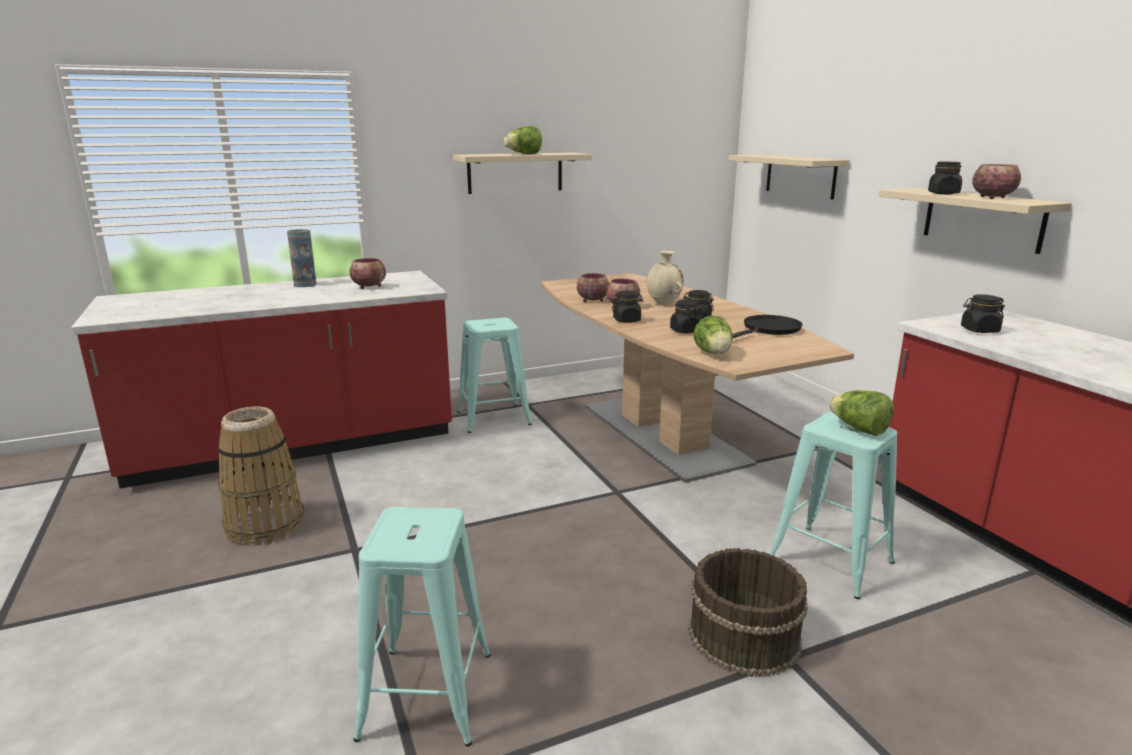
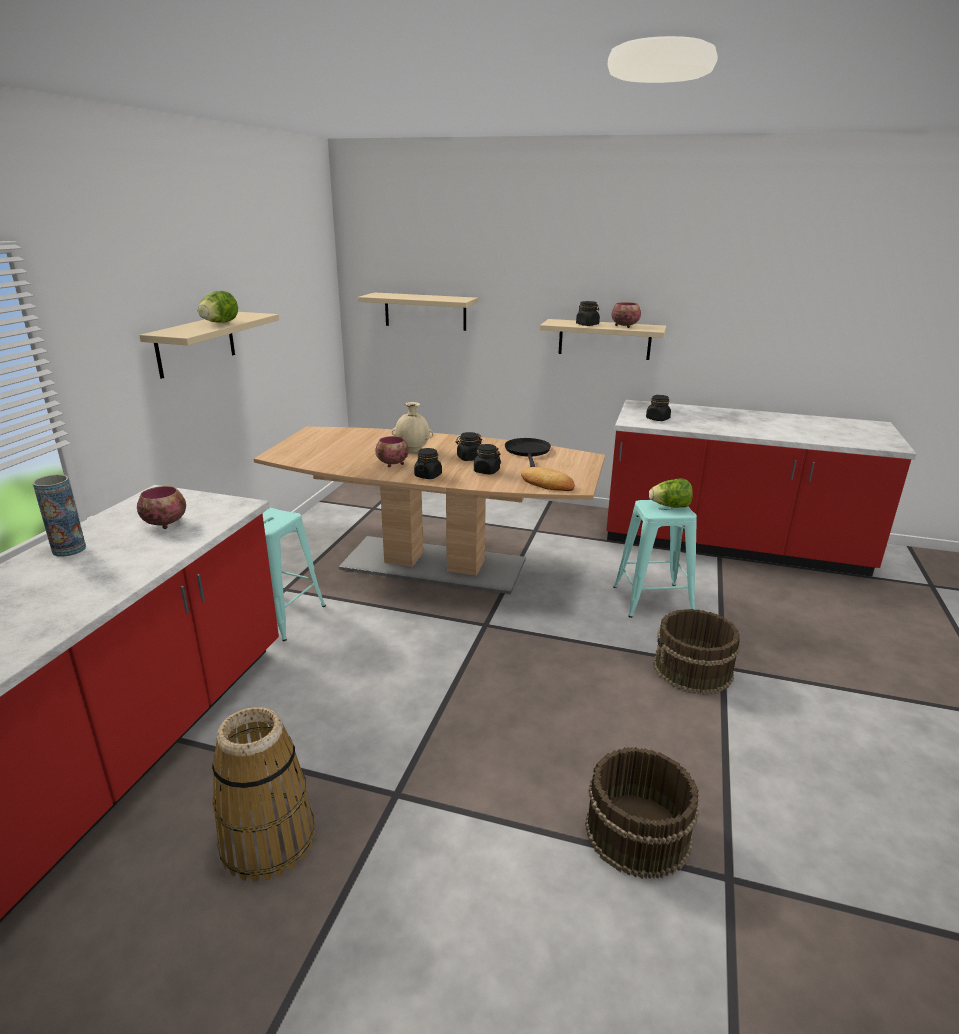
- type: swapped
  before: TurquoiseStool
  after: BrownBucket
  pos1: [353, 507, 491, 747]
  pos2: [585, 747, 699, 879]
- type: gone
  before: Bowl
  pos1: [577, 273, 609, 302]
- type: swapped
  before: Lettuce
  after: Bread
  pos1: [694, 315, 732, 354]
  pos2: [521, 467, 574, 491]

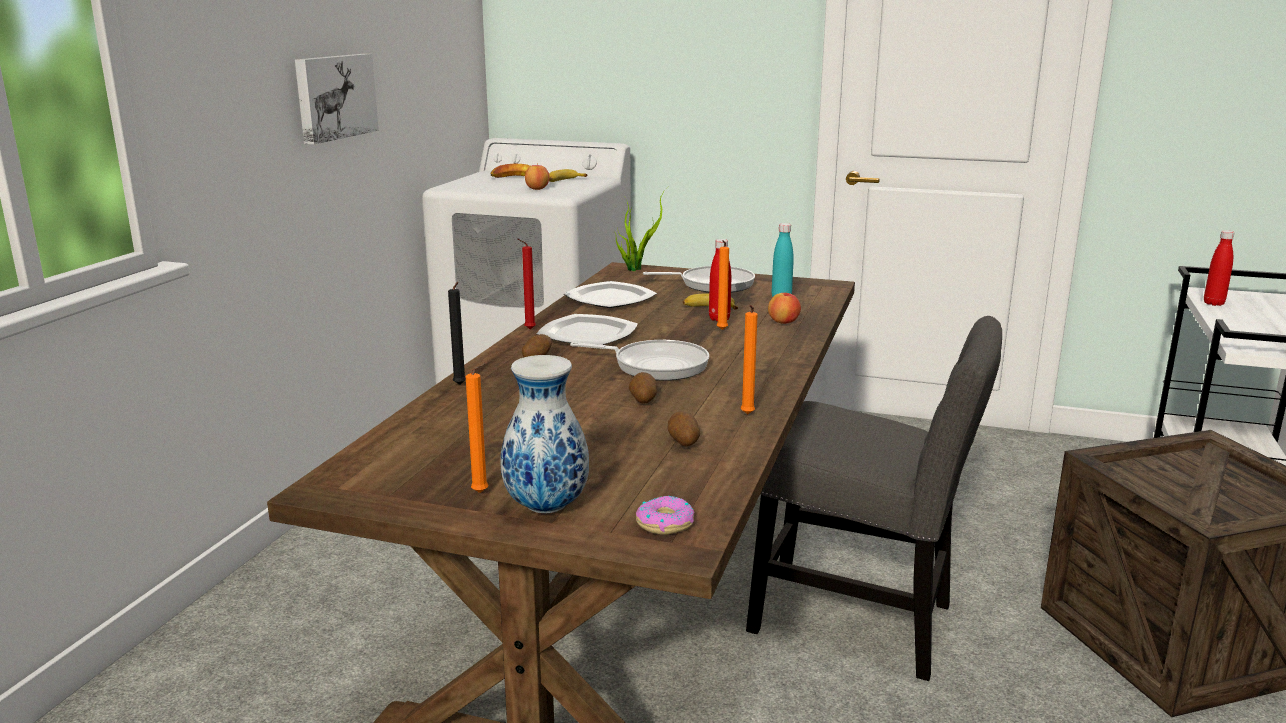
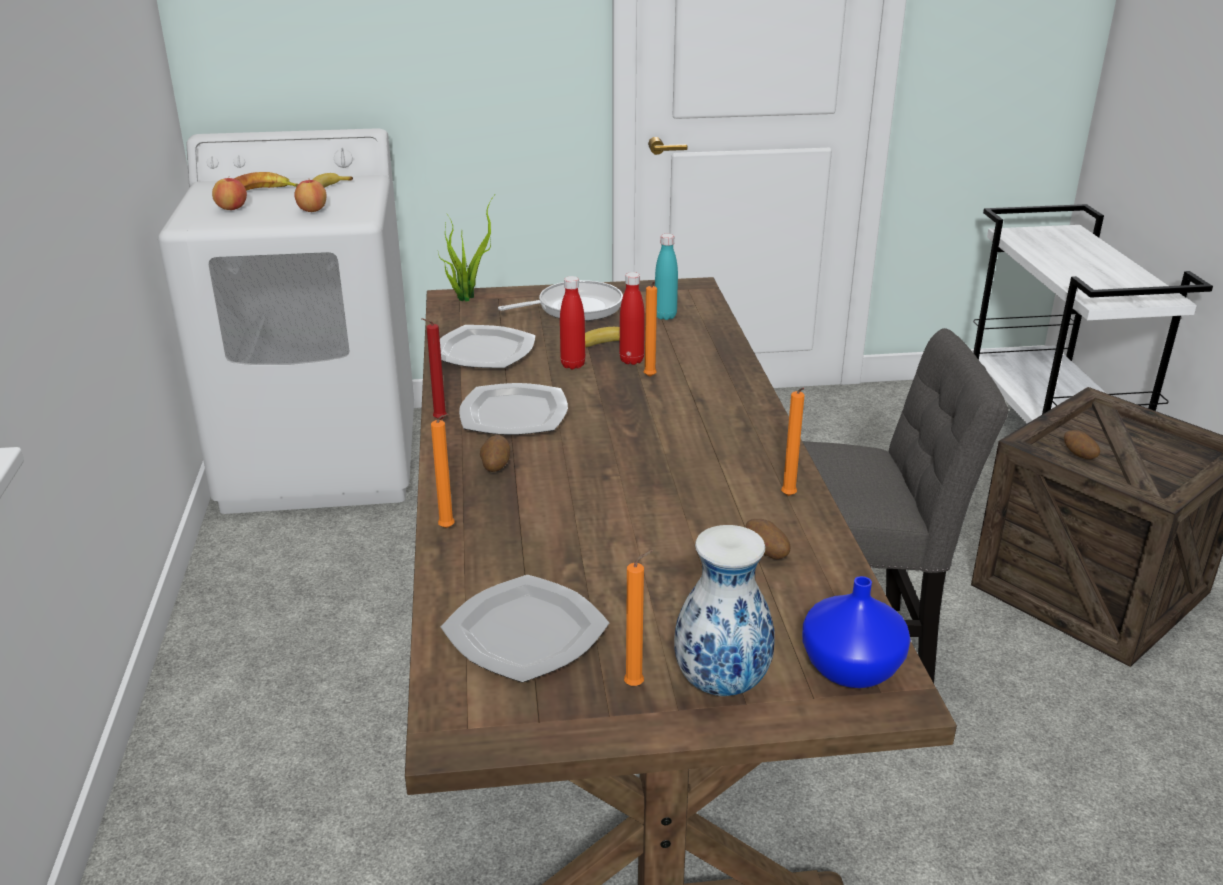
- type: gone
  before: Picture
  pos1: [295, 54, 379, 145]
- type: repainted
  before: BlackCandle
  after: OrangeCandle
  pos1: [448, 282, 466, 385]
  pos2: [431, 414, 455, 528]
- type: gone
  before: FryingPan
  pos1: [570, 340, 709, 381]
- type: shifted
  before: Potato
  pos1: [629, 372, 657, 404]
  pos2: [1064, 430, 1100, 459]
- type: swapped
  before: Donut
  after: BlueVase
  pos1: [636, 496, 694, 535]
  pos2: [802, 576, 911, 688]
- type: shifted
  before: Apple
  pos1: [768, 291, 801, 324]
  pos2: [212, 177, 247, 210]
- type: shifted
  before: RedBottle
  pos1: [1204, 230, 1235, 306]
  pos2: [560, 276, 585, 369]
- type: new
  after: Plate
  pos2: [441, 575, 609, 683]

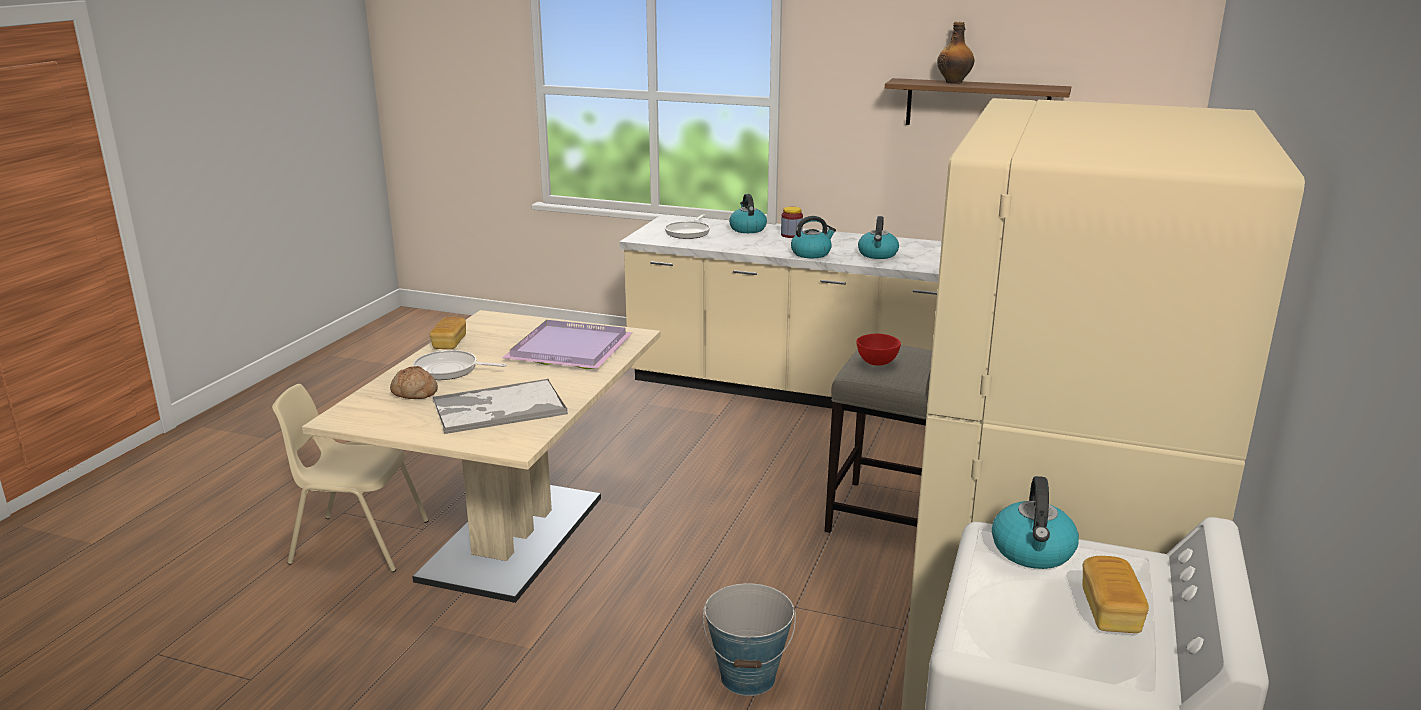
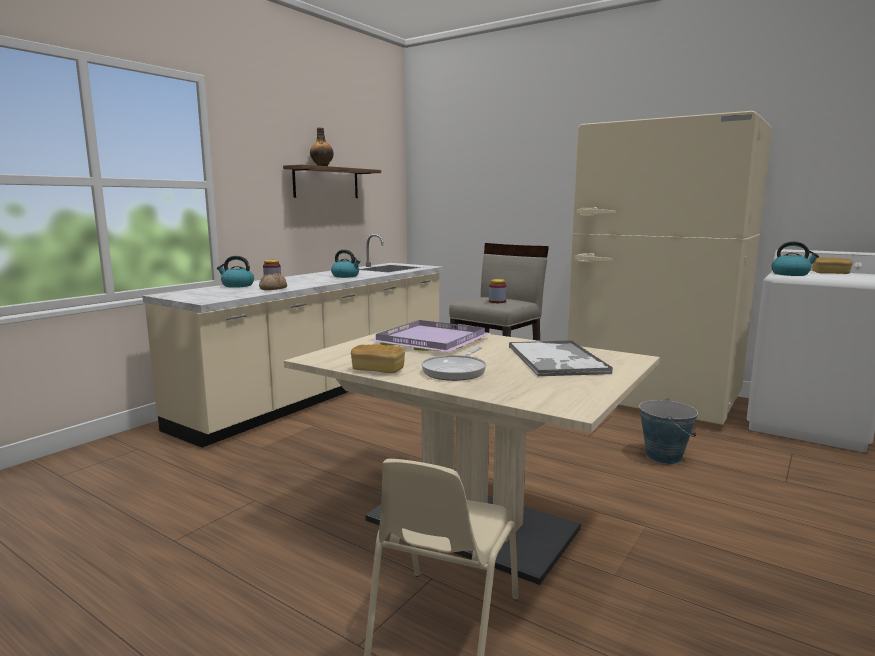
- type: shifted
  before: Bread
  pos1: [390, 366, 438, 399]
  pos2: [259, 273, 287, 290]
- type: gone
  before: FryingPan
  pos1: [665, 214, 710, 239]
- type: gone
  before: Kettle
  pos1: [791, 216, 836, 258]
- type: swapped
  before: RedBowl
  after: Jar
  pos1: [856, 334, 901, 366]
  pos2: [489, 279, 507, 303]

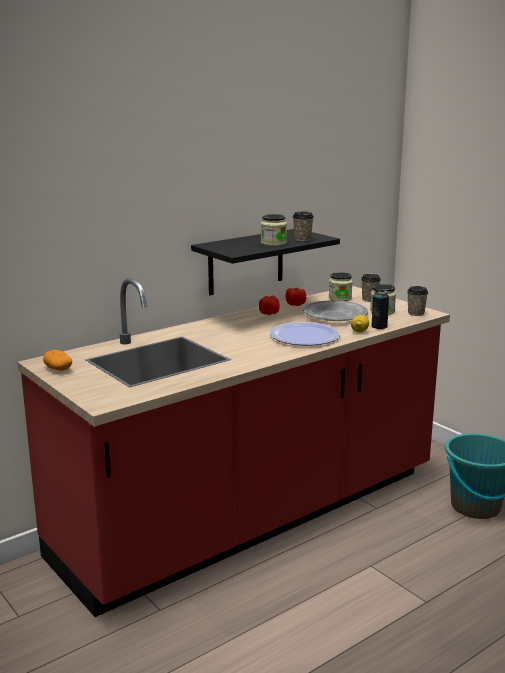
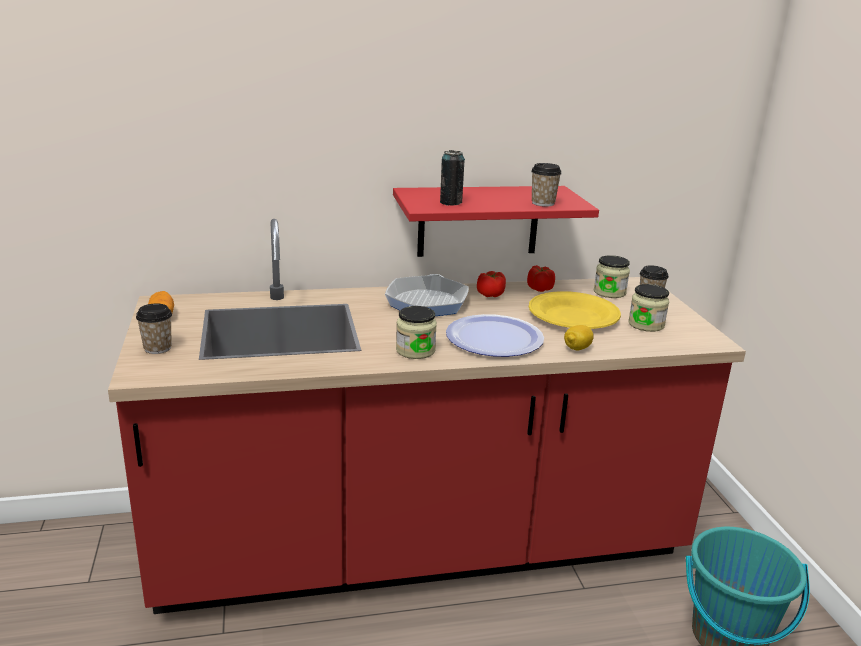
- type: repainted
  before: BlackShelf
  after: RedShelf
  pos1: [191, 229, 340, 295]
  pos2: [393, 186, 599, 257]
- type: shifted
  before: Jar
  pos1: [261, 214, 287, 246]
  pos2: [396, 306, 437, 359]
- type: repainted
  before: GreyPlate
  after: YellowPlate
  pos1: [303, 300, 368, 321]
  pos2: [529, 291, 621, 329]
- type: shifted
  before: Can
  pos1: [372, 290, 389, 329]
  pos2: [440, 150, 465, 206]
- type: shifted
  before: Cup
  pos1: [407, 286, 428, 316]
  pos2: [136, 303, 172, 354]
- type: new
  after: FryingPan
  pos2: [385, 274, 469, 316]

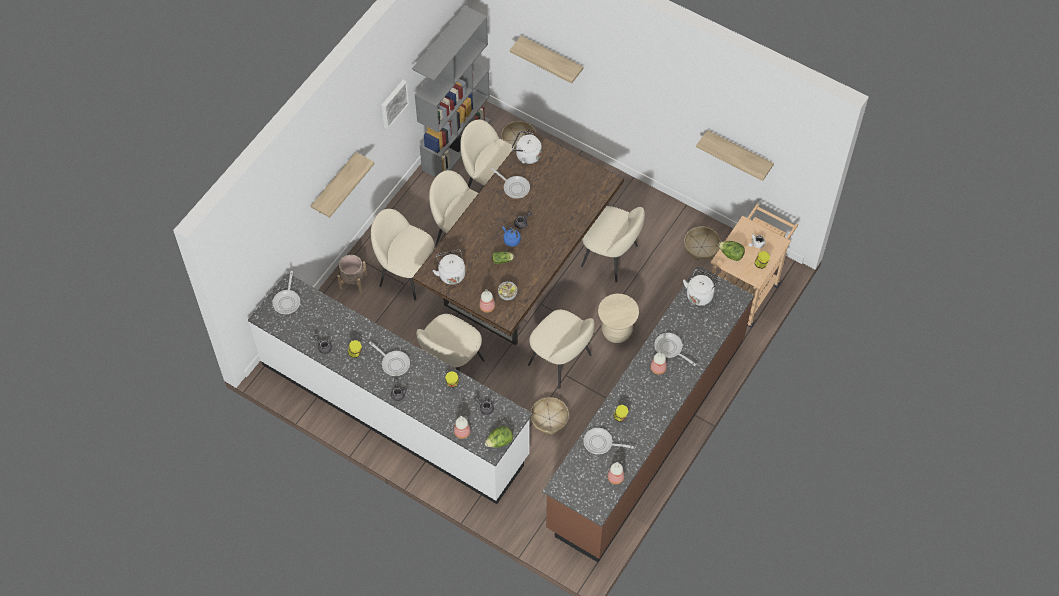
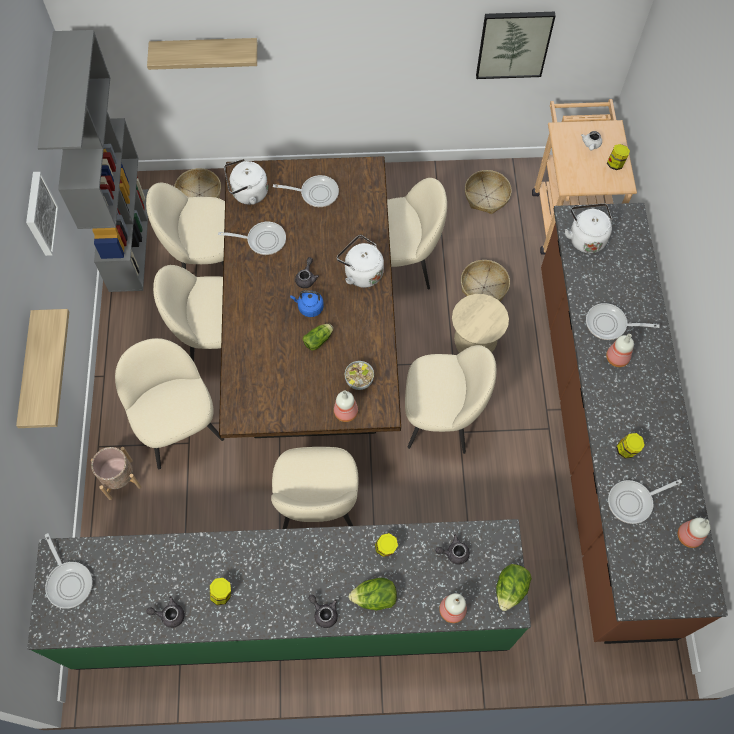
- type: repainted
  before: WhiteCounter
  after: GreenCounter
  pos1: [248, 273, 532, 504]
  pos2: [27, 519, 531, 670]
- type: shifted
  before: FryingPan
  pos1: [369, 341, 410, 376]
  pos2: [273, 175, 339, 207]
- type: rotated
  before: BeigeChair
  pos1: [371, 209, 434, 300]
  pos2: [115, 338, 224, 469]
  turn: 75
- type: shifted
  before: WhiteKettle
  pos1: [433, 250, 465, 285]
  pos2: [337, 235, 384, 288]
- type: shifted
  before: Basket
  pos1: [531, 397, 569, 435]
  pos2: [461, 260, 510, 302]
- type: swapped
  before: Shelf
  after: Picture
  pos1: [696, 130, 774, 181]
  pos2: [476, 12, 556, 79]
- type: shifted
  before: Lettuce
  pos1: [718, 241, 745, 261]
  pos2: [349, 578, 397, 611]

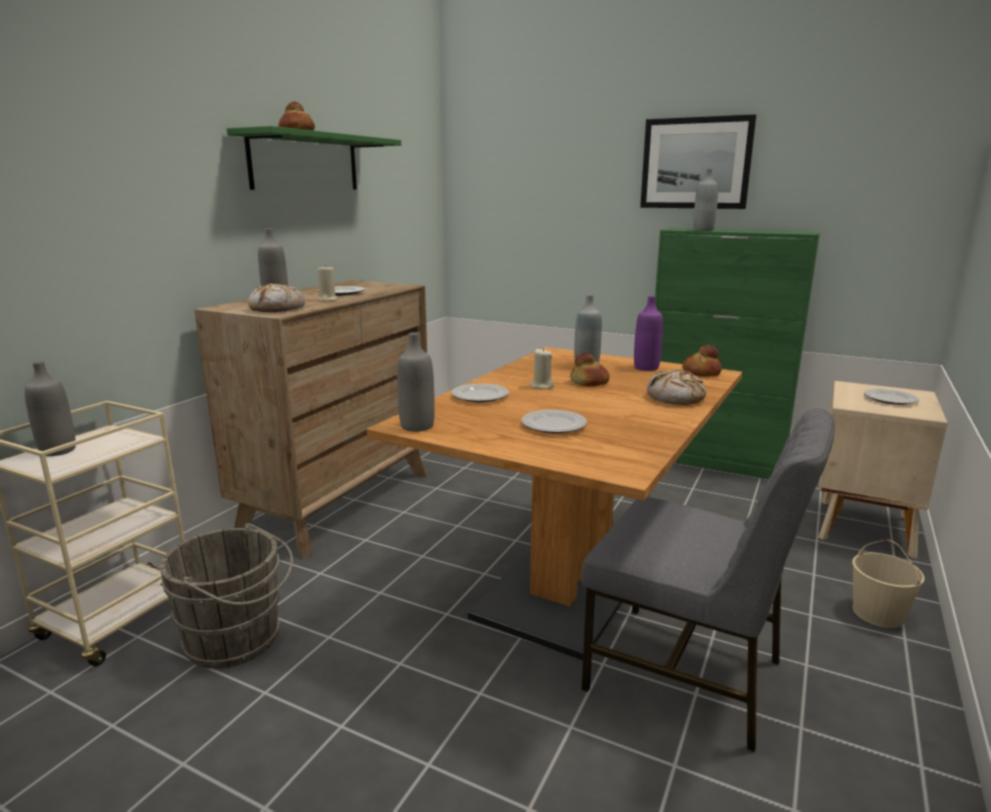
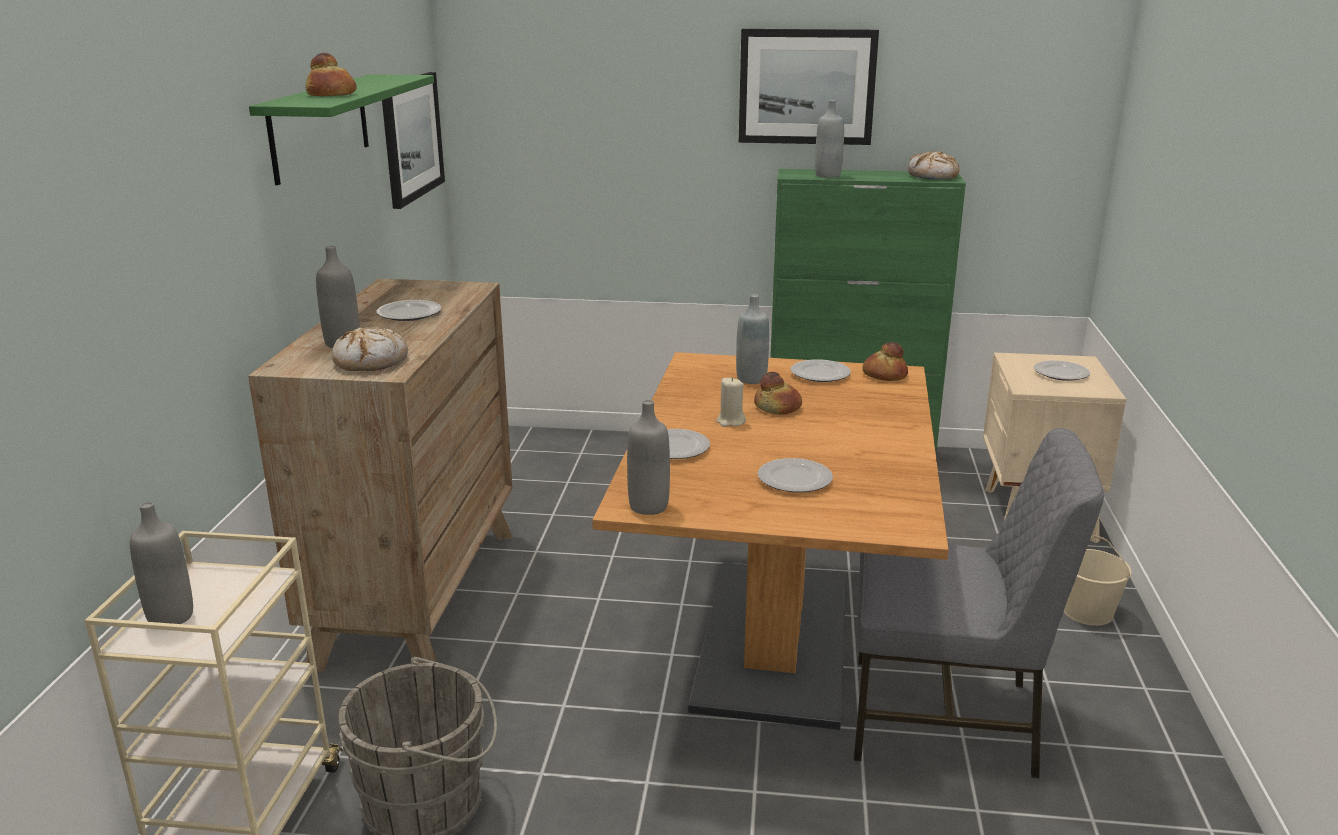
- type: gone
  before: BeigeCandle
  pos1: [317, 265, 338, 301]
- type: swapped
  before: PurpleBottle
  after: Plate
  pos1: [634, 296, 663, 371]
  pos2: [791, 359, 851, 382]
- type: shifted
  before: Bread
  pos1: [647, 369, 706, 405]
  pos2: [908, 151, 959, 180]
- type: new
  after: Picture
  pos2: [382, 72, 445, 209]

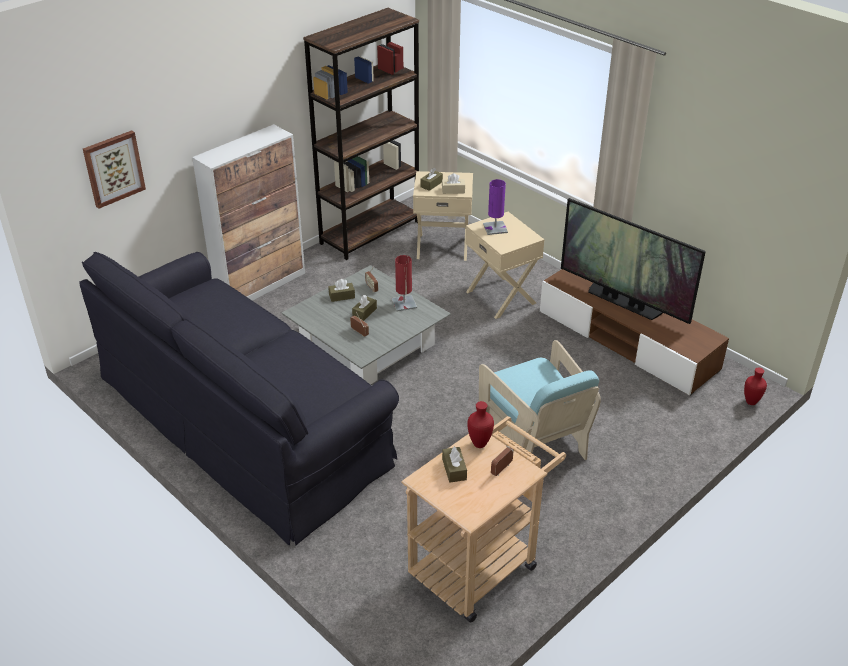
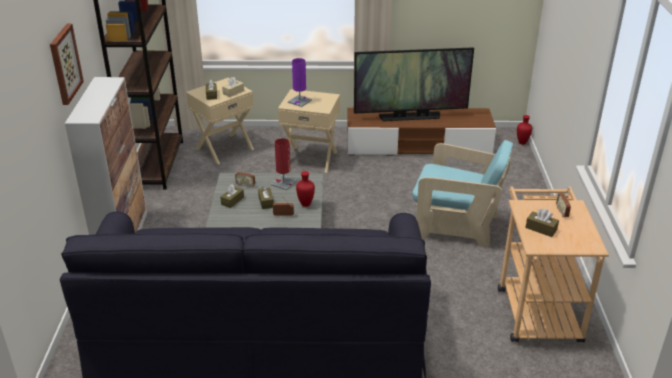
- type: shifted
  before: Picture
  pos1: [83, 130, 146, 209]
  pos2: [50, 24, 84, 105]
- type: shifted
  before: RedVase
  pos1: [467, 401, 494, 448]
  pos2: [296, 171, 315, 207]

